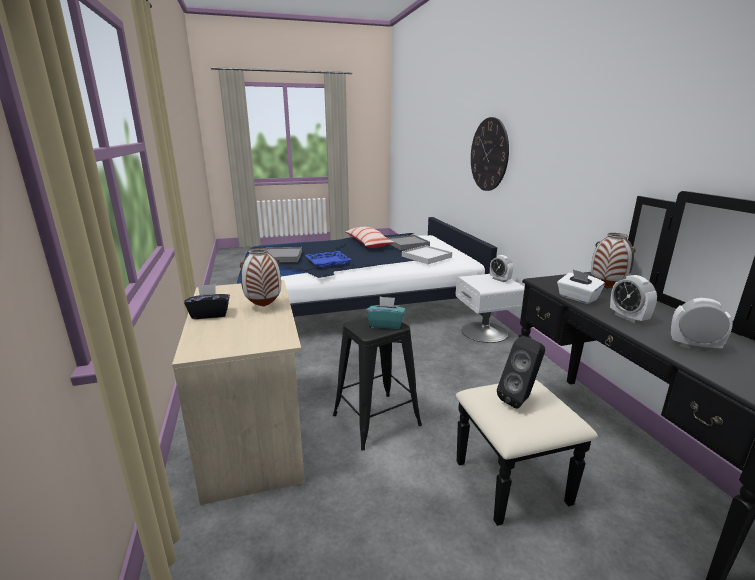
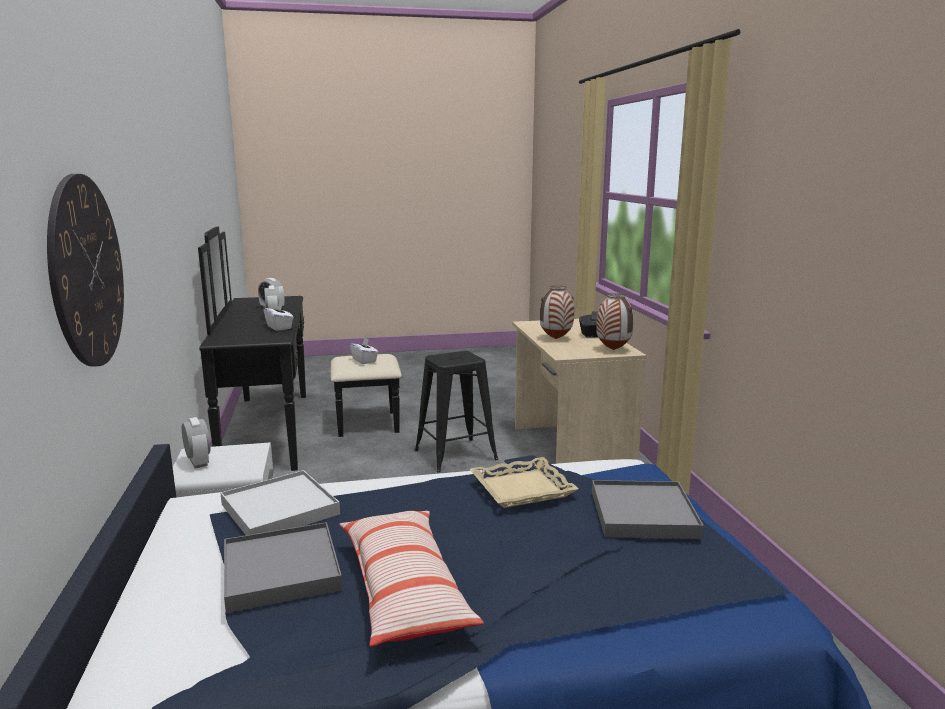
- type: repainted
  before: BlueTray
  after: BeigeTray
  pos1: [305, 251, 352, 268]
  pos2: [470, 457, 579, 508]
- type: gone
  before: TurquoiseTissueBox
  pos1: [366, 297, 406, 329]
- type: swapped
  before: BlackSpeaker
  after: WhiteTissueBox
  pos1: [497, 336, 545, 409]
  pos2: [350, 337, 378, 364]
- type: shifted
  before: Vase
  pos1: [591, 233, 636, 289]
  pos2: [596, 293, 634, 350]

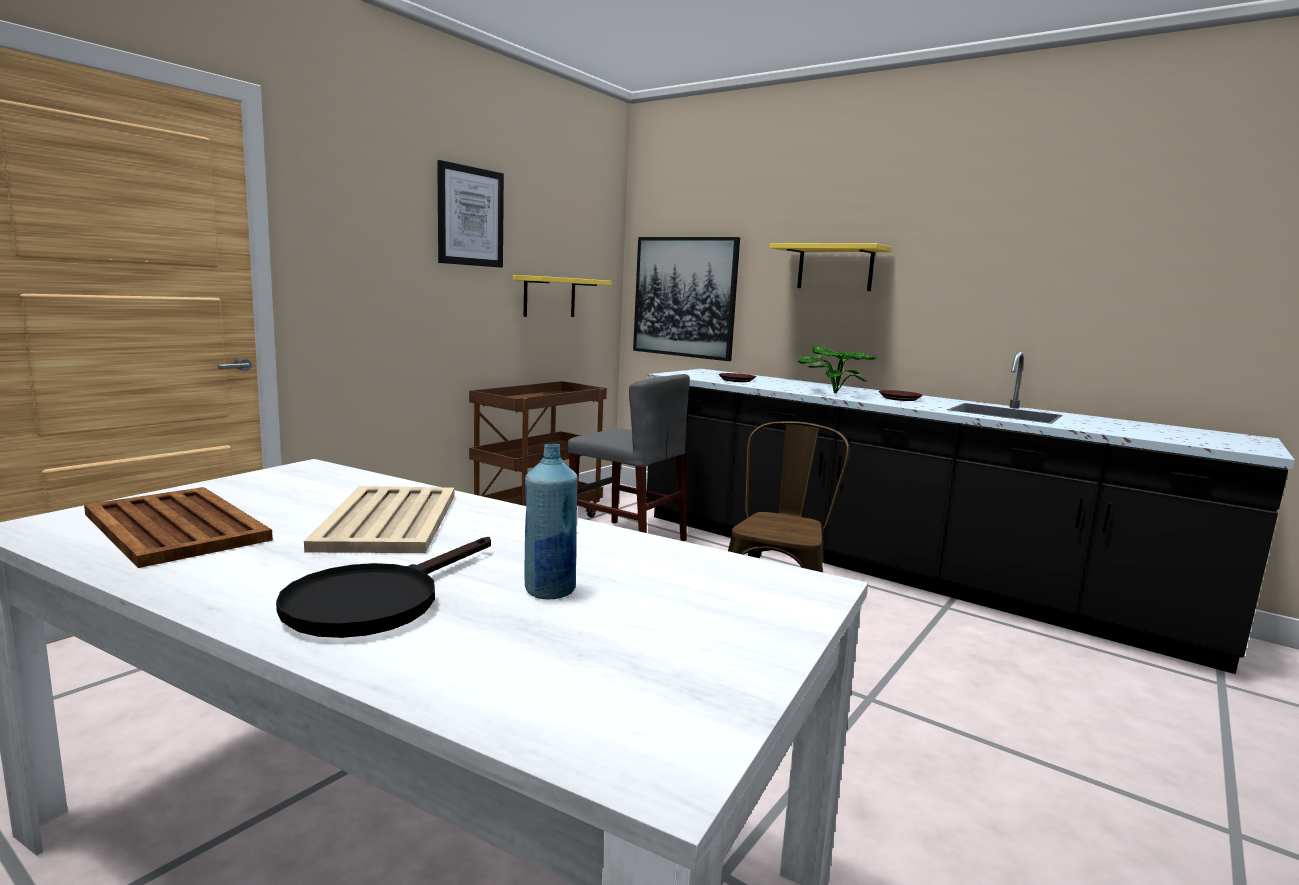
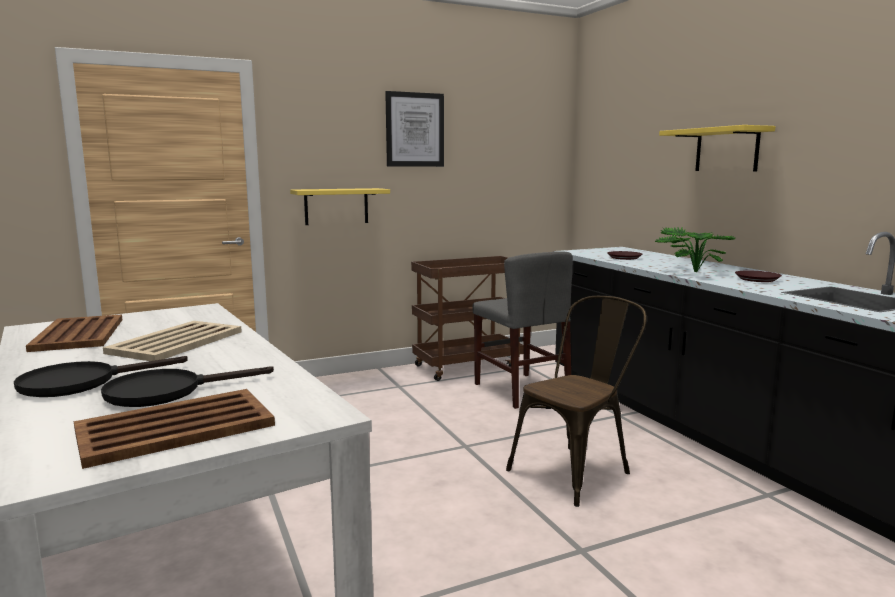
- type: shifted
  before: YellowShelf
  pos1: [513, 275, 612, 317]
  pos2: [290, 188, 390, 225]
- type: swapped
  before: BlueBottle
  after: BlackFryingPan
  pos1: [524, 444, 578, 599]
  pos2: [101, 366, 274, 407]
- type: gone
  before: Picture
  pos1: [633, 237, 740, 361]
- type: new
  after: BrownTray
  pos2: [74, 389, 275, 469]

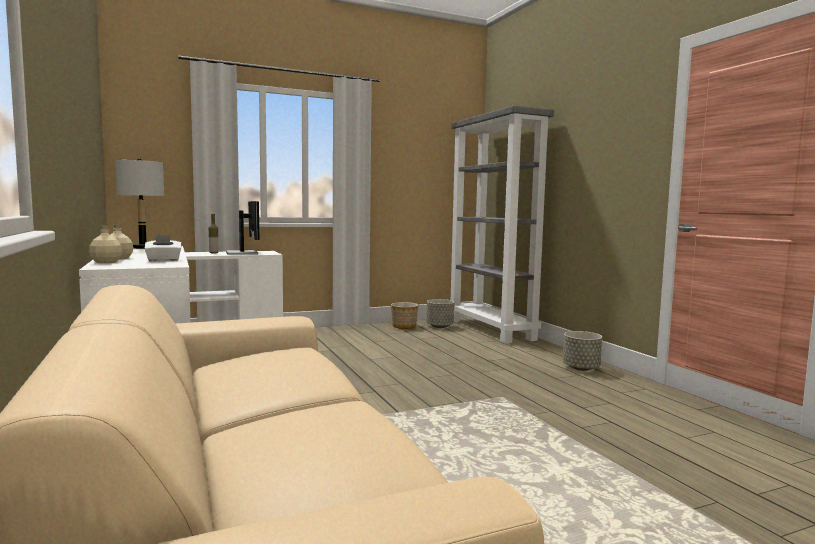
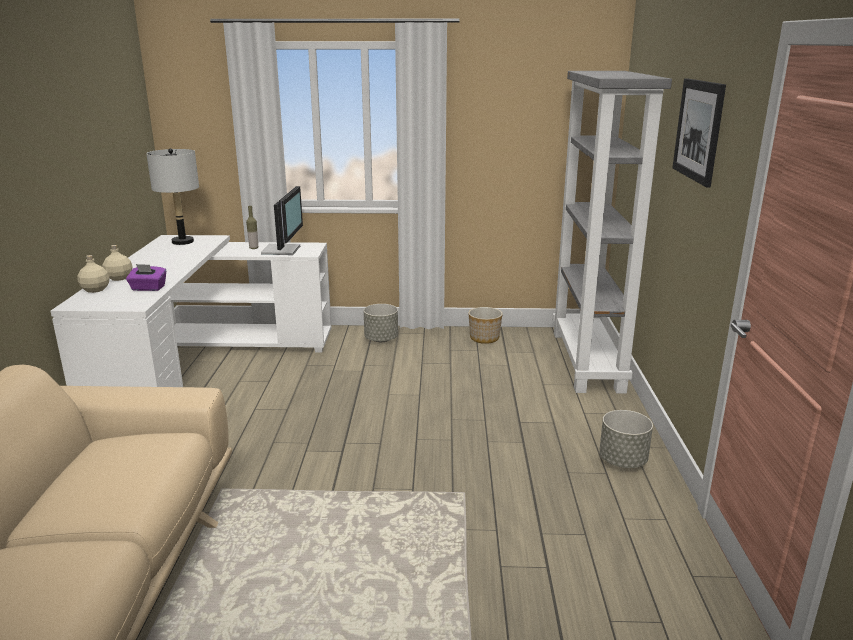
- type: repainted
  before: WhiteTissueBox
  after: PurpleTissueBox
  pos1: [145, 235, 181, 262]
  pos2: [126, 264, 166, 291]
- type: shifted
  before: GreyPlanter
  pos1: [427, 299, 454, 328]
  pos2: [364, 304, 398, 342]
- type: new
  after: Picture
  pos2: [672, 78, 726, 188]

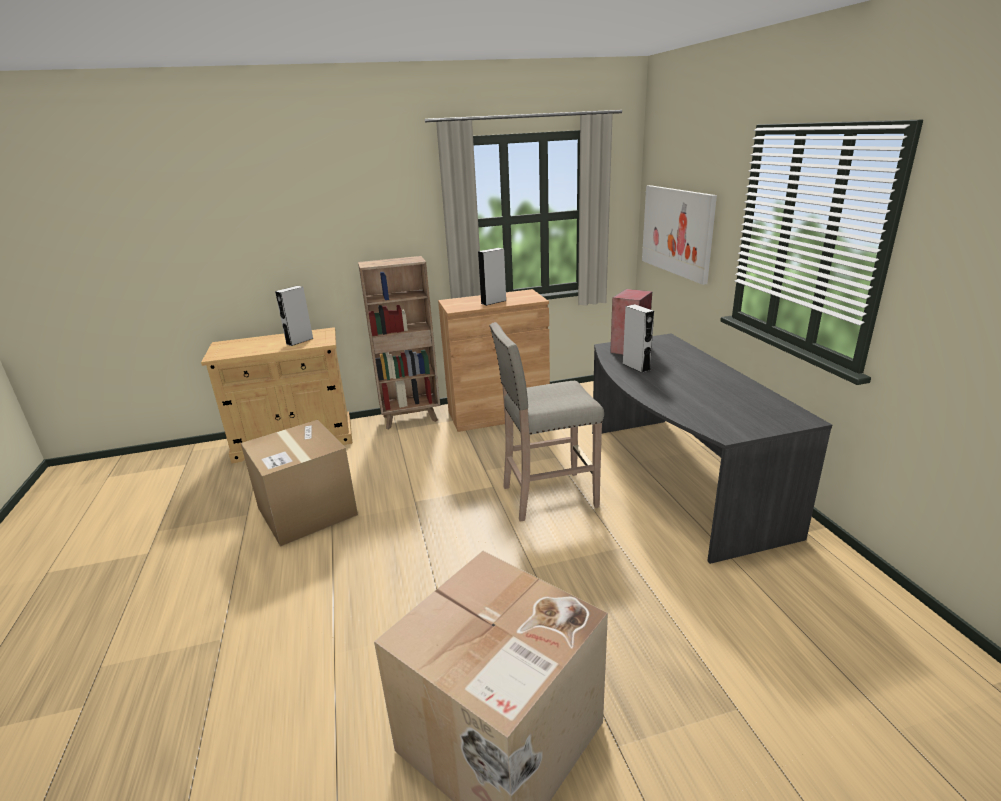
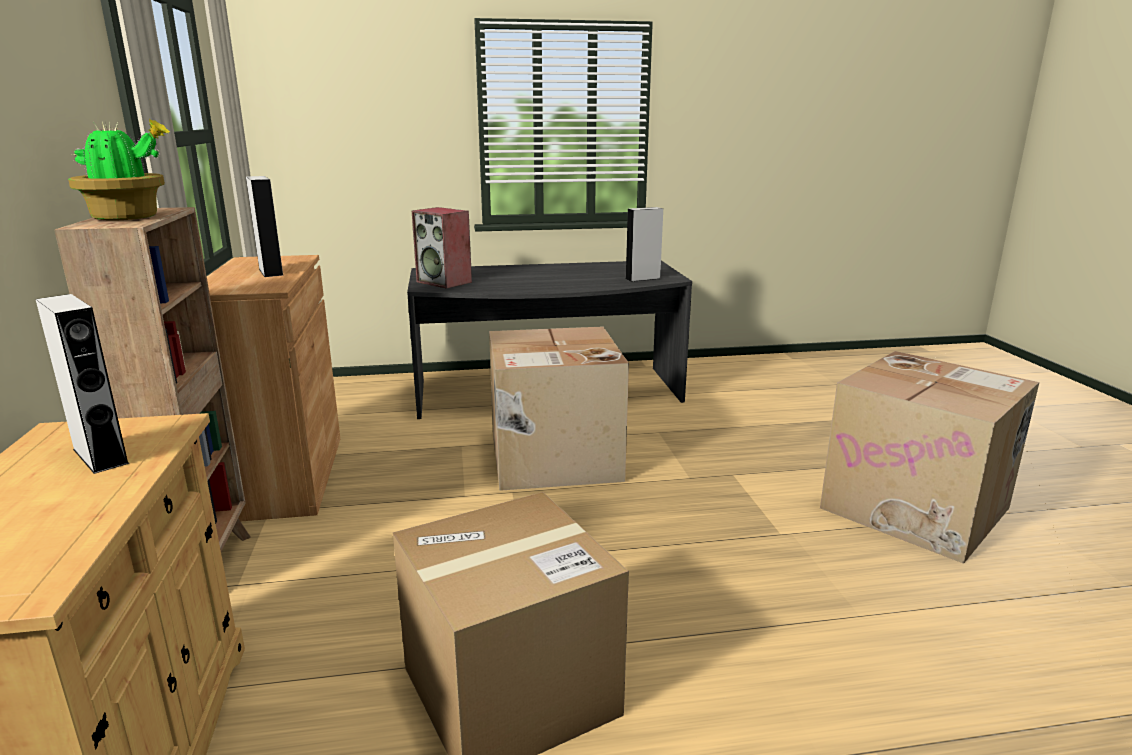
- type: swapped
  before: BeigeStool
  after: CardboardBox
  pos1: [489, 322, 604, 522]
  pos2: [489, 327, 629, 491]
- type: shifted
  before: GreySpeaker
  pos1: [623, 304, 654, 373]
  pos2: [626, 207, 663, 282]
- type: gone
  before: Picture
  pos1: [642, 185, 717, 285]
- type: new
  after: PottedPlant
  pos2: [68, 119, 170, 221]

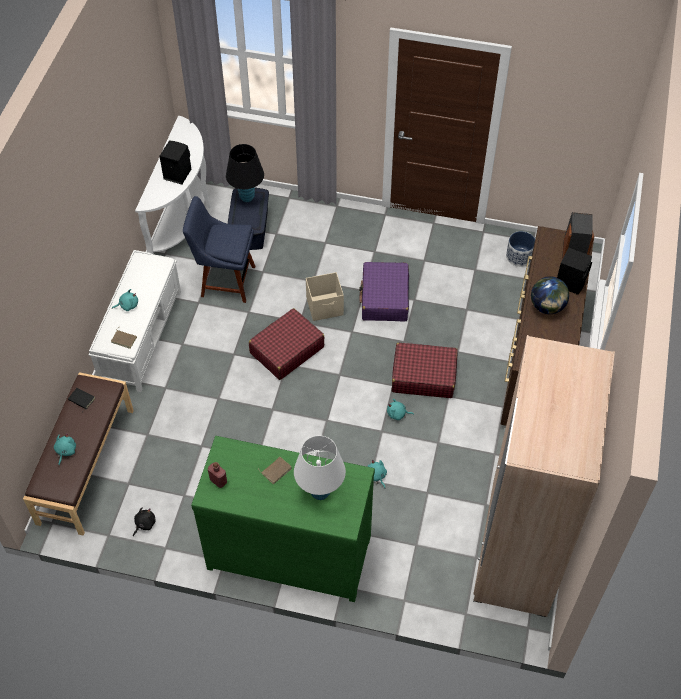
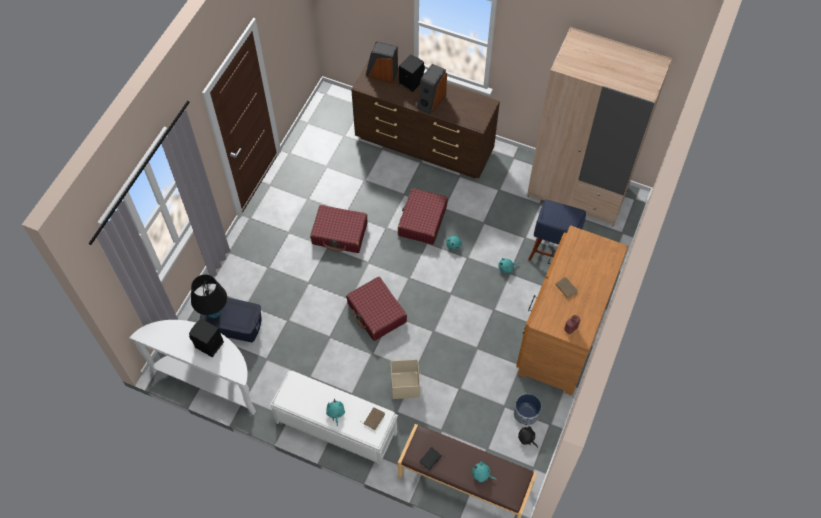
- type: shifted
  before: BlueChair
  pos1: [183, 196, 255, 303]
  pos2: [528, 200, 586, 261]
- type: repainted
  before: GreenDresser
  after: BrownDresser
  pos1: [191, 436, 375, 602]
  pos2: [516, 225, 628, 396]
- type: gone
  before: WhiteTableLamp
  pos1: [294, 436, 346, 500]
- type: shifted
  before: BeigeStorageBox
  pos1: [306, 272, 344, 321]
  pos2: [391, 359, 421, 399]
- type: repainted
  before: PurpleSuitcase
  after: RedSuitcase
  pos1: [359, 262, 409, 321]
  pos2: [310, 205, 368, 253]
- type: shifted
  before: Planter
  pos1: [506, 231, 535, 267]
  pos2: [514, 394, 542, 426]
- type: swapped
  before: Globe
  after: Speaker
  pos1: [531, 277, 569, 314]
  pos2: [417, 63, 447, 114]

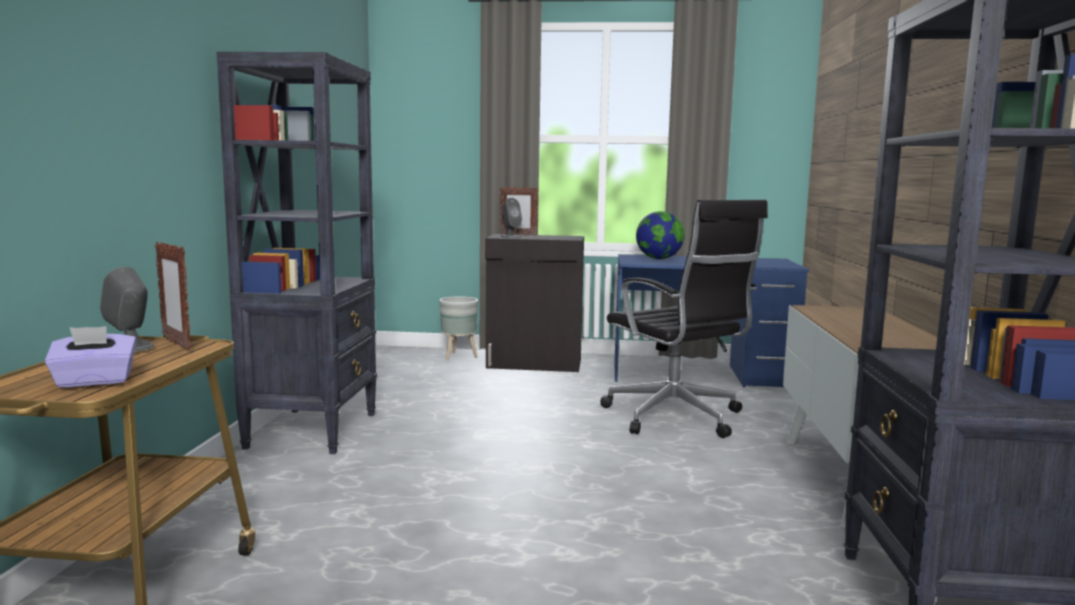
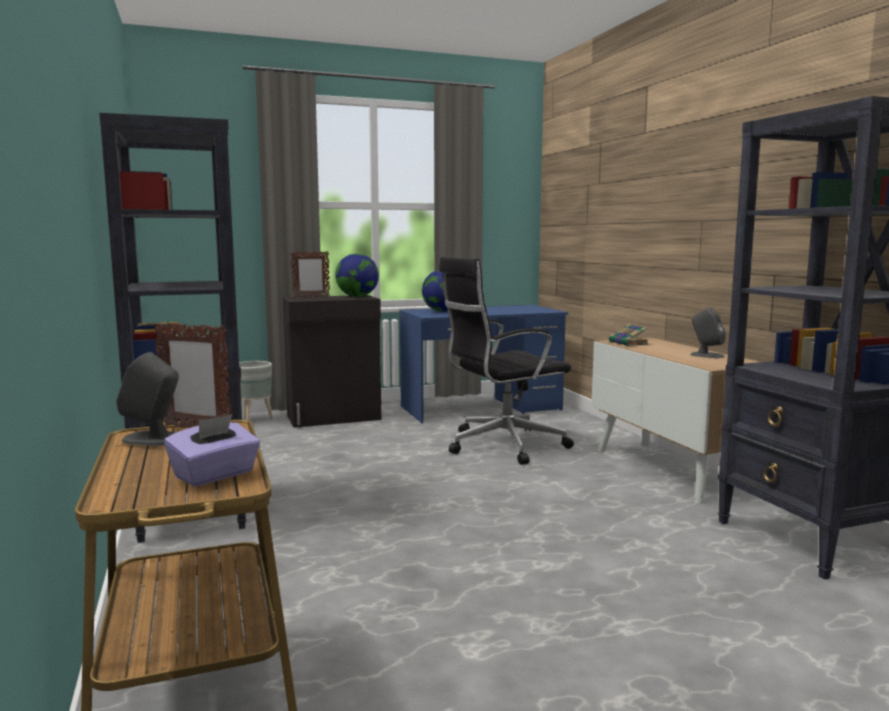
- type: shifted
  before: GreySpeaker
  pos1: [501, 198, 522, 238]
  pos2: [690, 307, 726, 358]
- type: rotated
  before: BlackOfficeChair
  pos1: [600, 200, 768, 438]
  pos2: [439, 257, 574, 465]
  turn: 120
- type: new
  after: Globe
  pos2: [335, 254, 379, 297]
- type: new
  after: Book
  pos2: [609, 324, 649, 346]

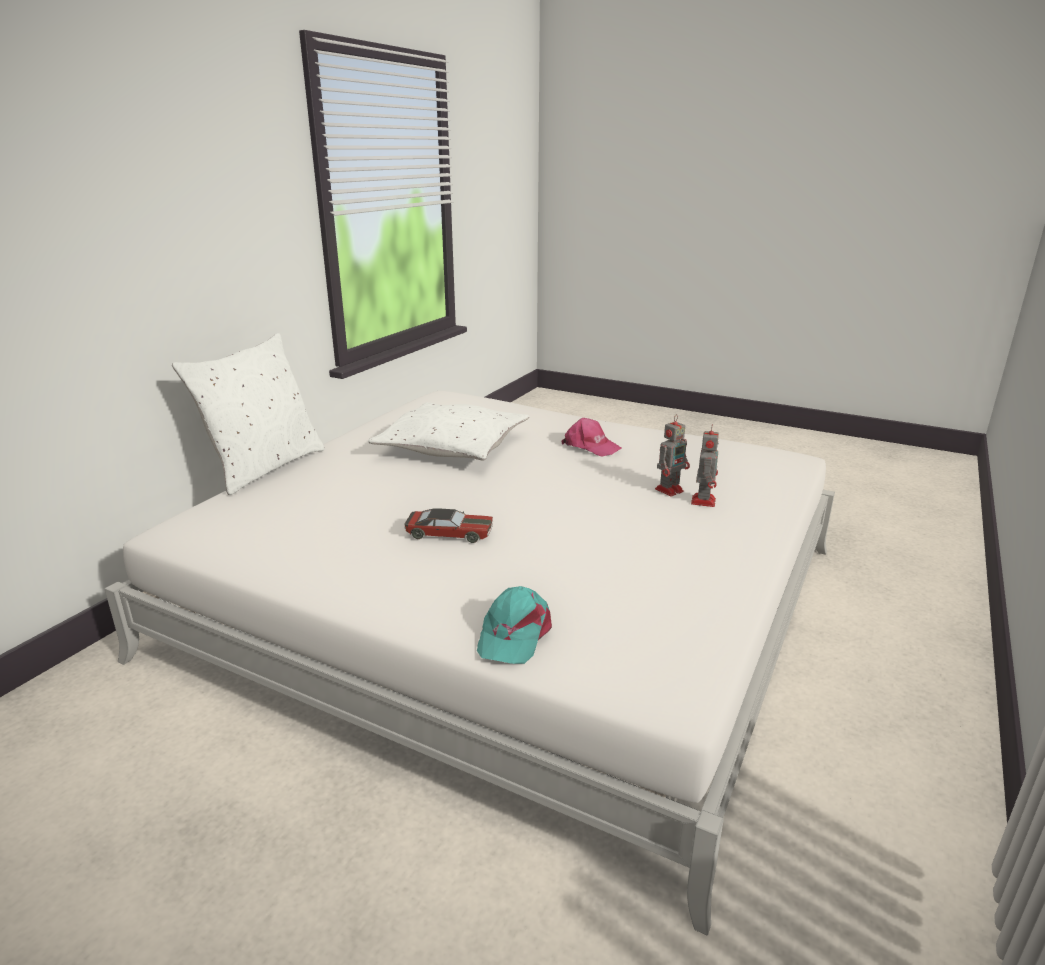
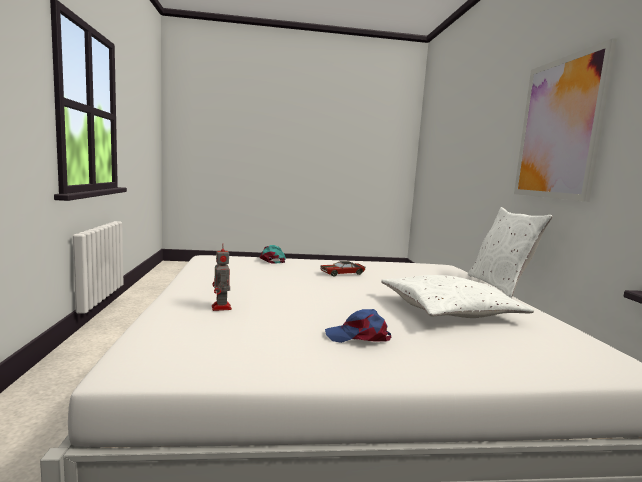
- type: repainted
  before: PinkCap
  after: BlueCap
  pos1: [561, 418, 621, 457]
  pos2: [325, 309, 391, 343]
- type: gone
  before: ToyRobot
  pos1: [655, 415, 690, 496]
- type: new
  after: Picture
  pos2: [514, 38, 617, 202]

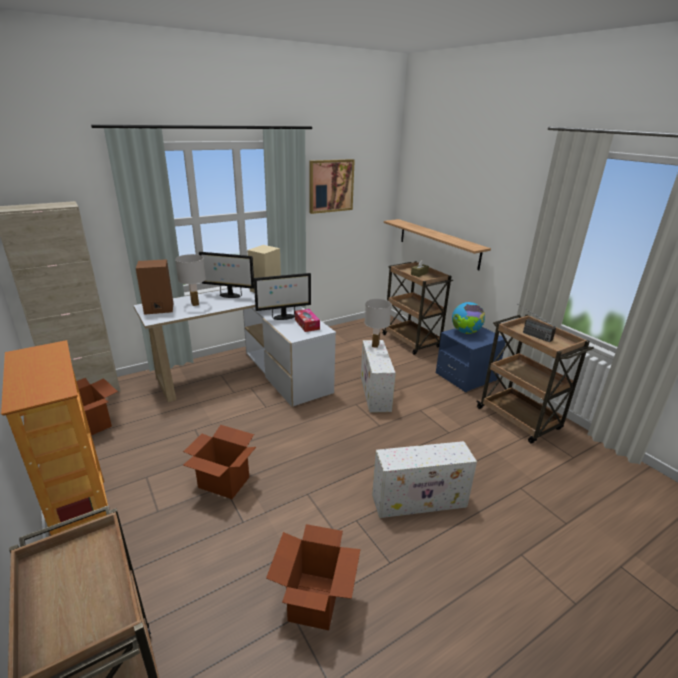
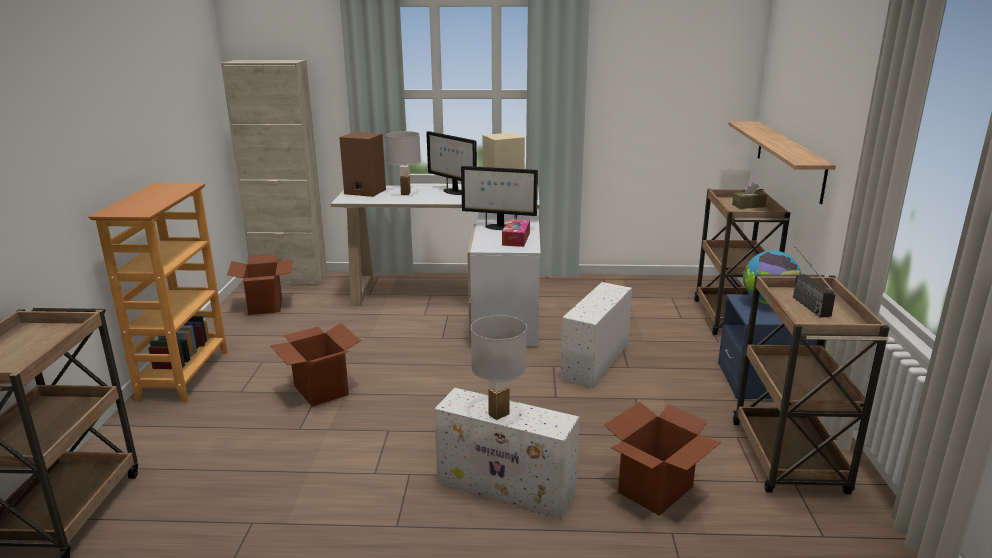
- type: shifted
  before: CardboardBox
  pos1: [266, 524, 360, 630]
  pos2: [604, 402, 721, 516]
- type: gone
  before: Picture
  pos1: [309, 159, 355, 214]
- type: shifted
  before: WhiteTableLamp
  pos1: [364, 299, 392, 348]
  pos2: [471, 315, 527, 420]

